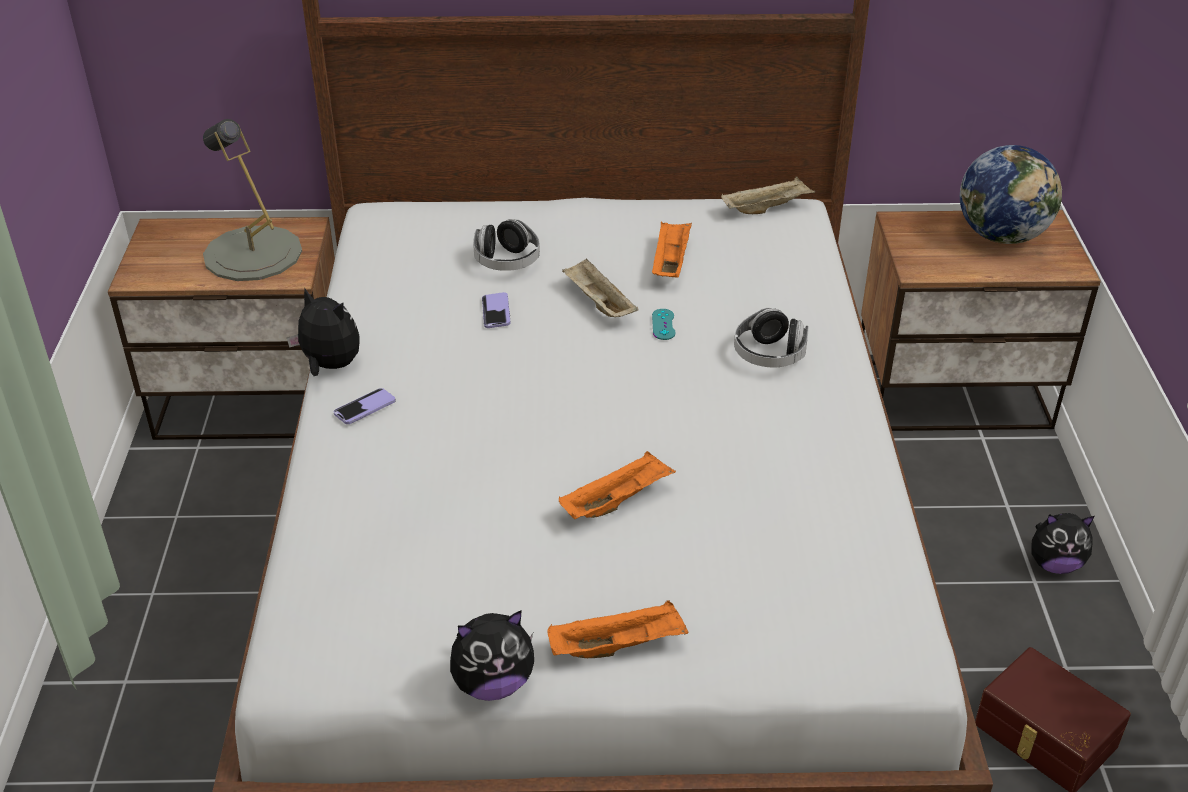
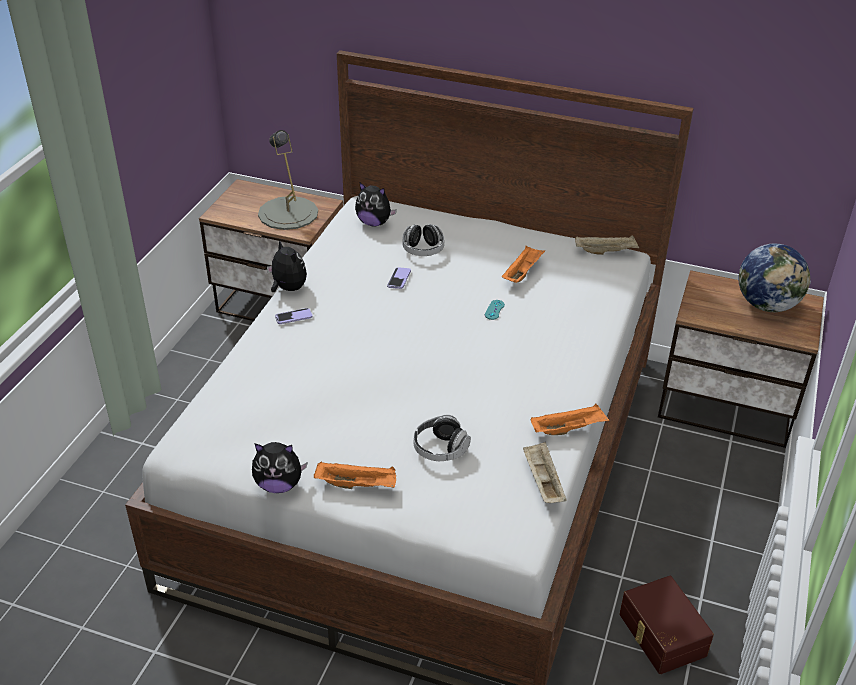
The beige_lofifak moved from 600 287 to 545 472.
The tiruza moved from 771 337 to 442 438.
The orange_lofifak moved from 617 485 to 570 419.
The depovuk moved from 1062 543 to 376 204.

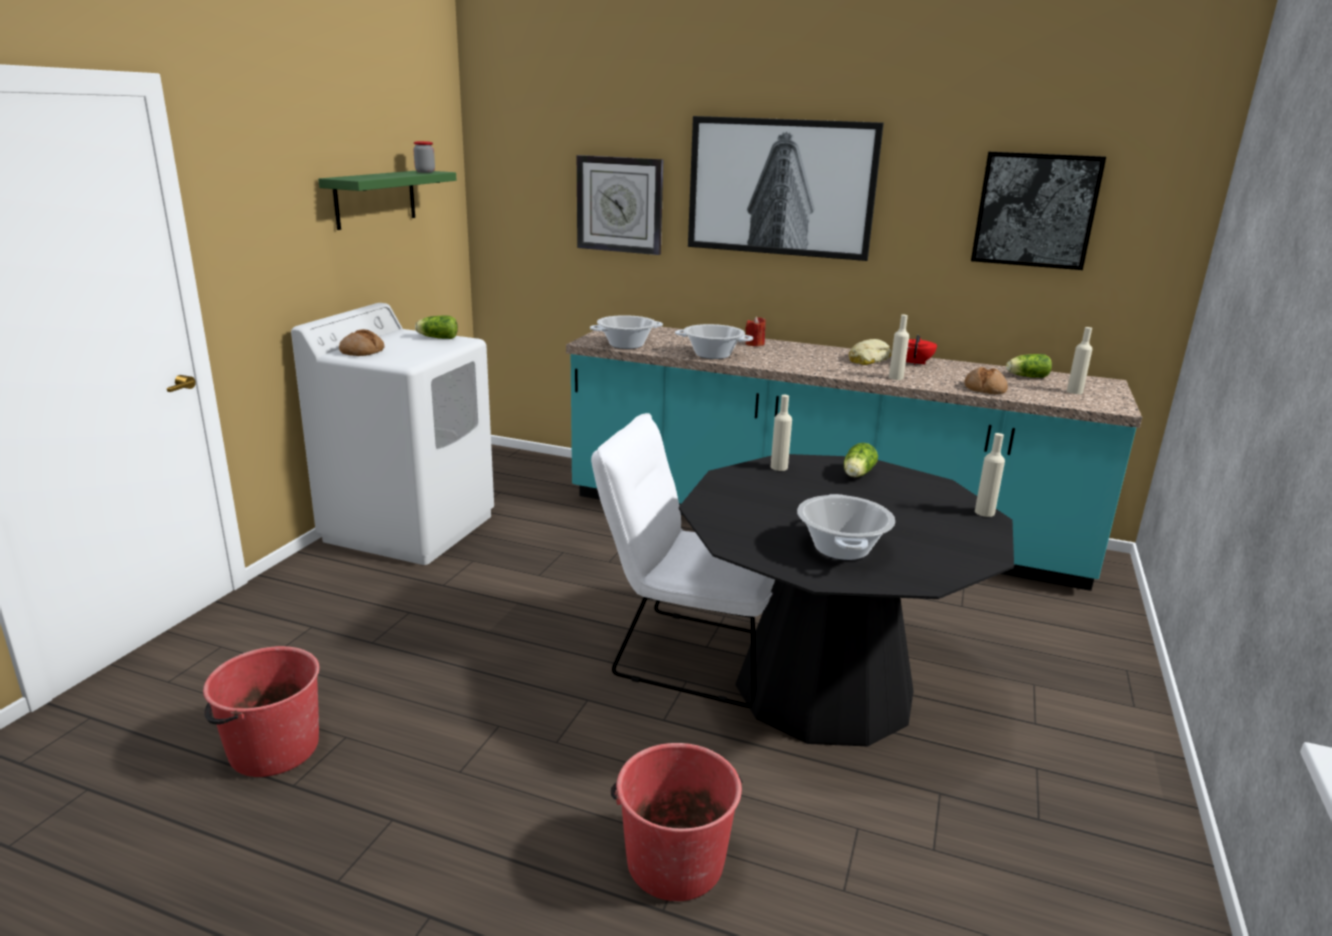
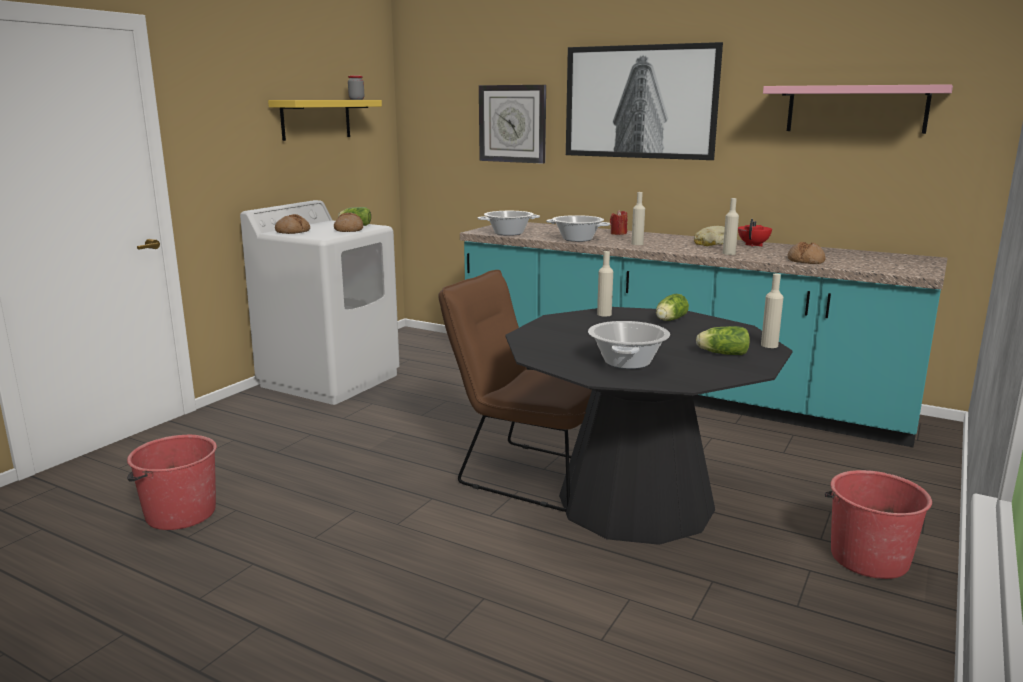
The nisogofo at 1038 211 was replaced by the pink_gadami at 858 109.
The green_gadami at 387 200 became the yellow_gadami at 325 120.
The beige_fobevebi moved from 1079 360 to 638 218.
The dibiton moved from 1029 366 to 723 340.
The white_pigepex at 683 560 became the brown_pigepex at 515 391.
The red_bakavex moved from 677 822 to 878 524.
The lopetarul at 348 222 appeared.

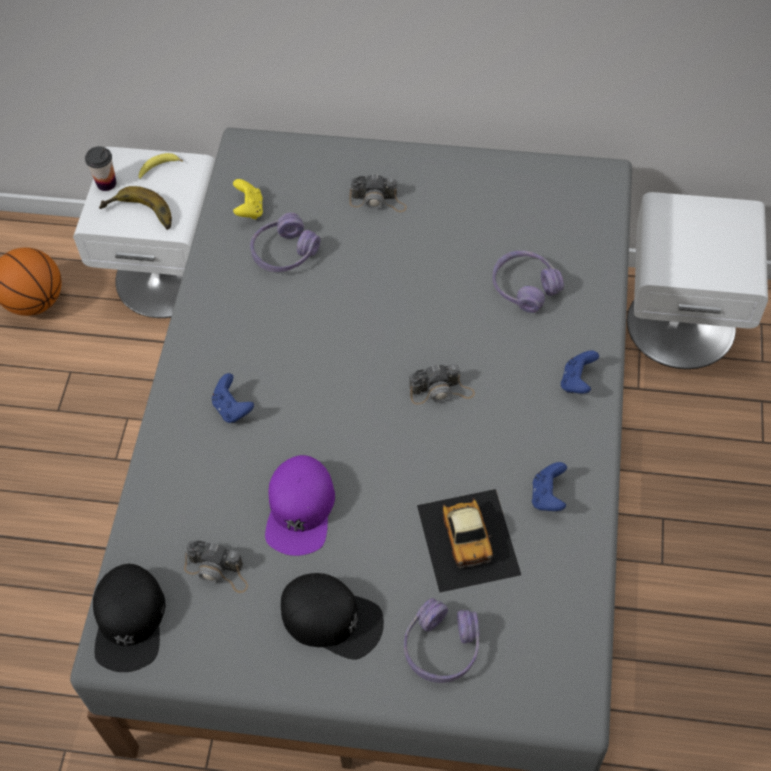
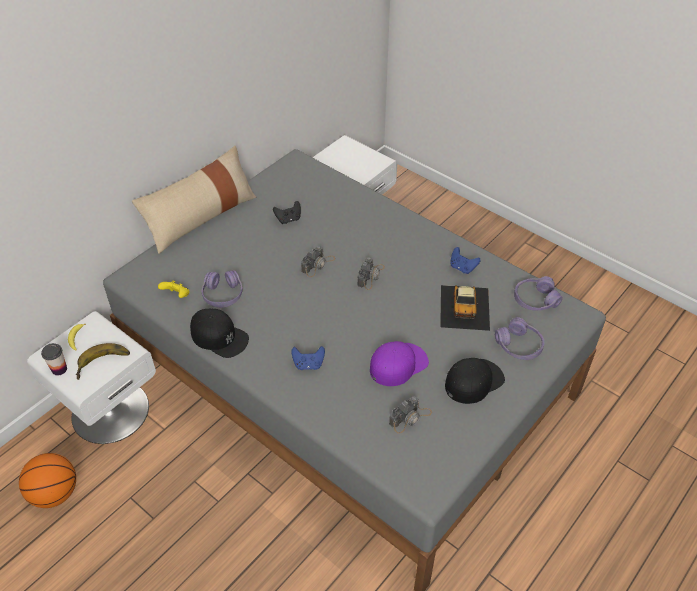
The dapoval moved from 378 193 to 318 261.
The purple_tiruza moved from 528 282 to 538 293.
The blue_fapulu at 580 372 disappeared.
The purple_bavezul at 300 505 turned 75 degrees counterclockwise.
The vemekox at 469 541 turned 75 degrees clockwise.
The black_bavezul moved from 129 618 to 219 333.
The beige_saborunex at 194 200 appeared.
The black_fapulu at 287 212 appeared.

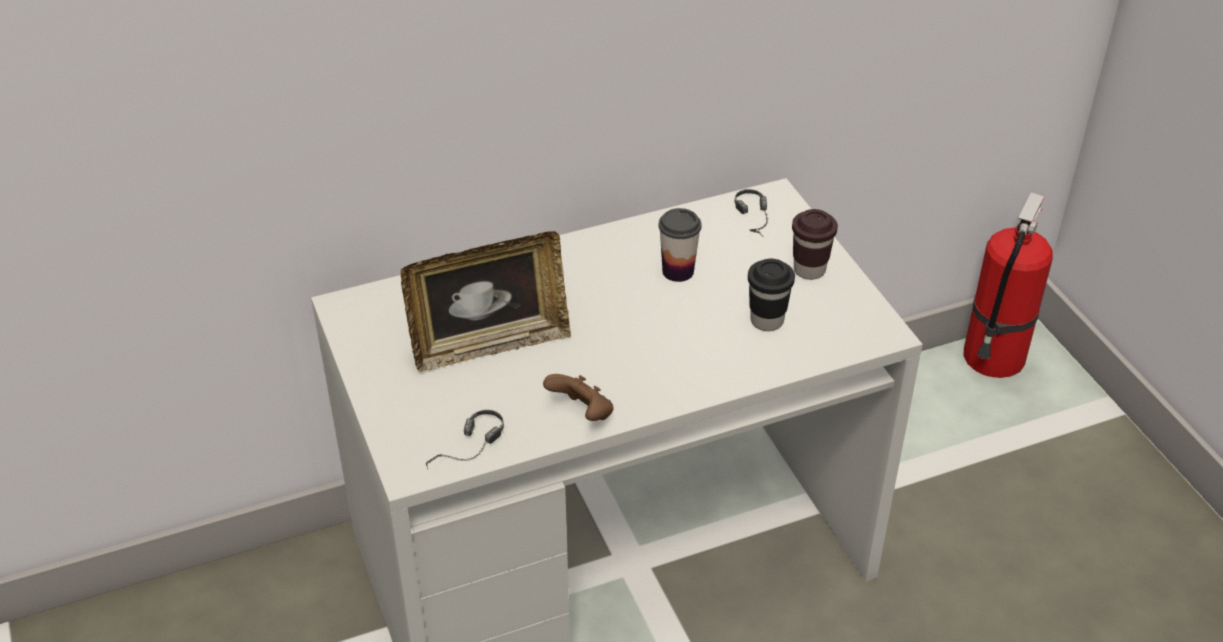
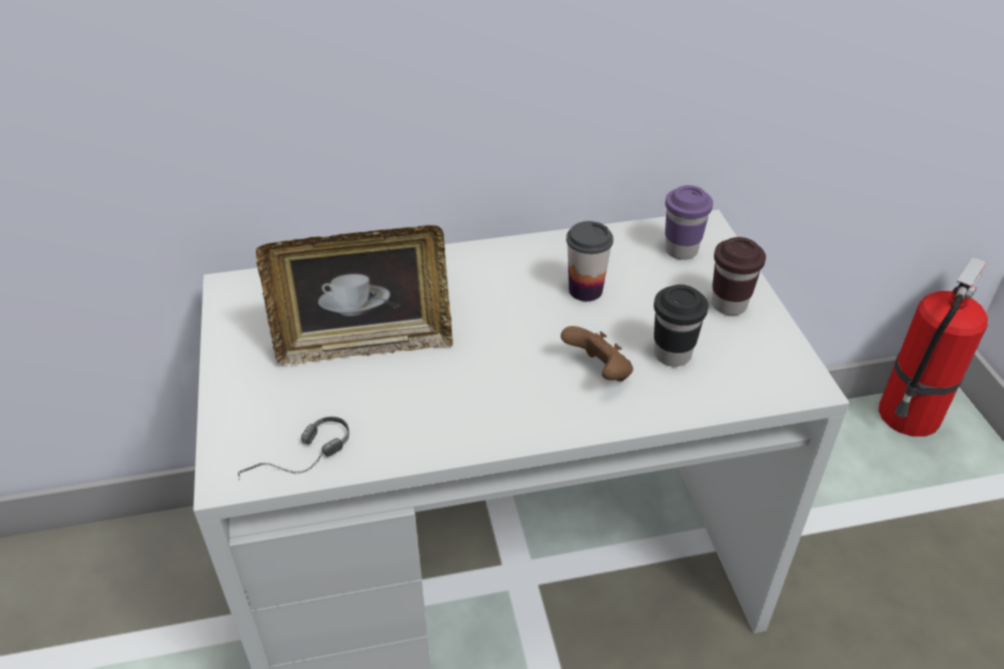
The tiruza at 751 212 was replaced by the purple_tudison at 689 222.
The brown_fapulu moved from 578 397 to 597 353.

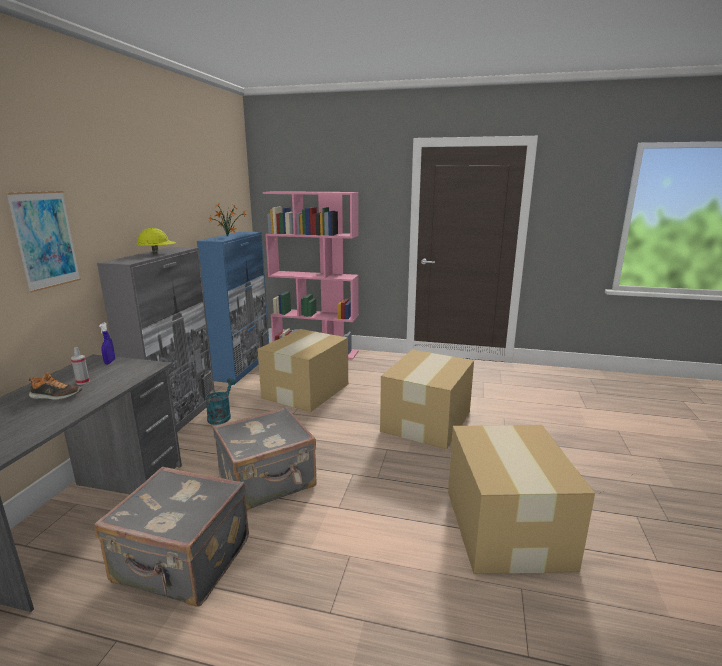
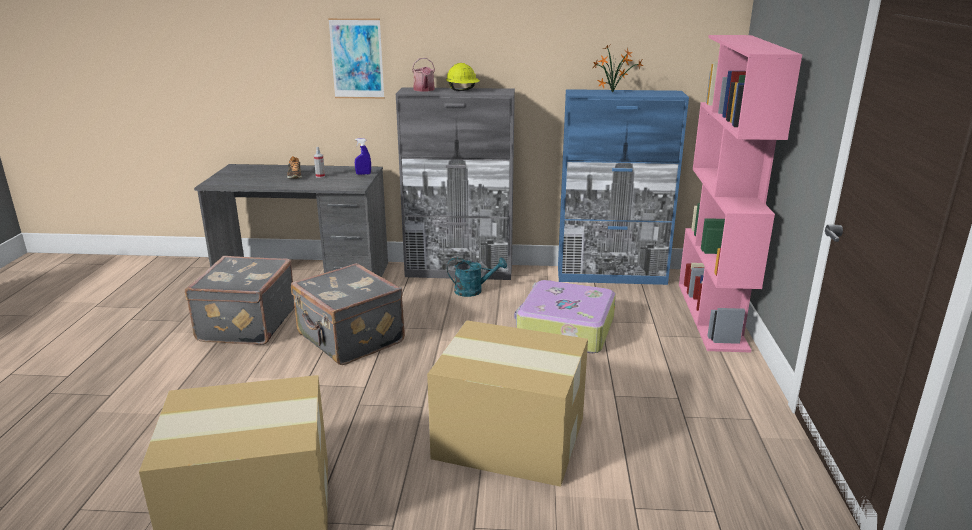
The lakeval at 303 370 was replaced by the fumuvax at 565 316.
The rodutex at 423 75 appeared.

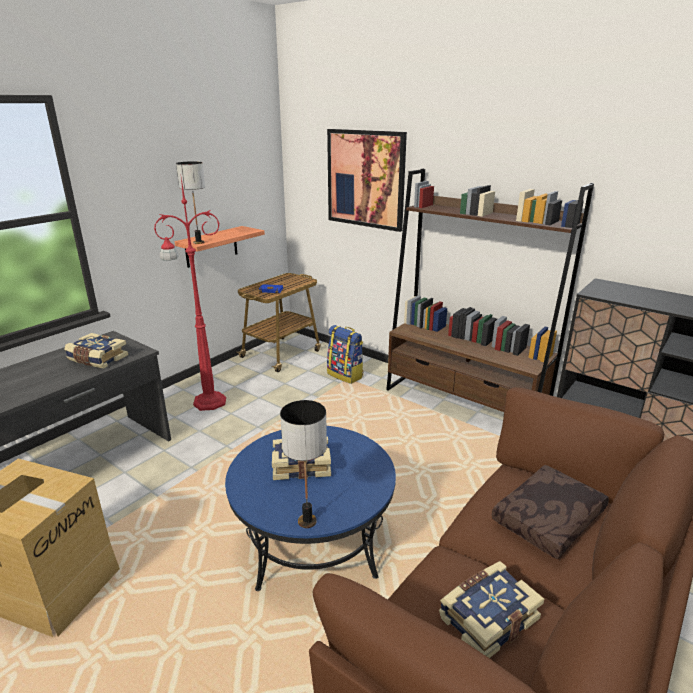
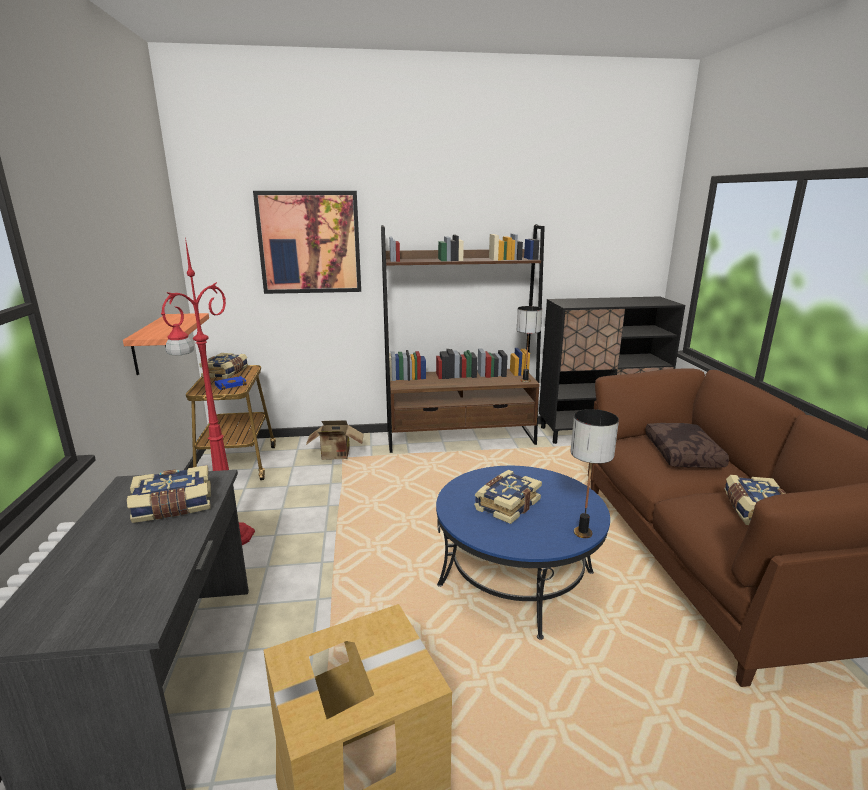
The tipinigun moved from 190 202 to 529 344.
The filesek at 345 354 was replaced by the lakeval at 334 440.
The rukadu at 223 366 appeared.

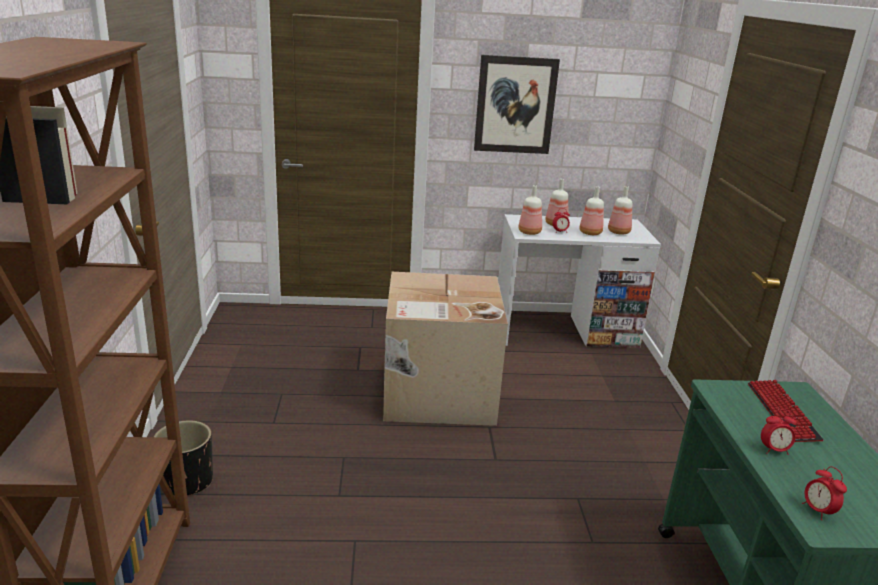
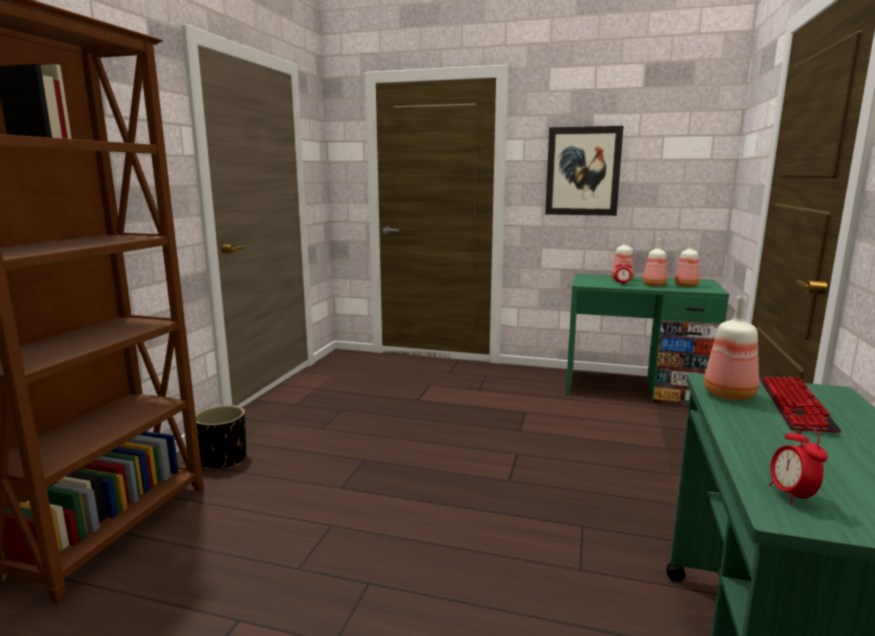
The fobevebi moved from 530 210 to 731 348.
The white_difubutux at 579 281 became the green_difubutux at 647 340.
The lakeval at 445 349 disappeared.
The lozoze at 779 432 disappeared.

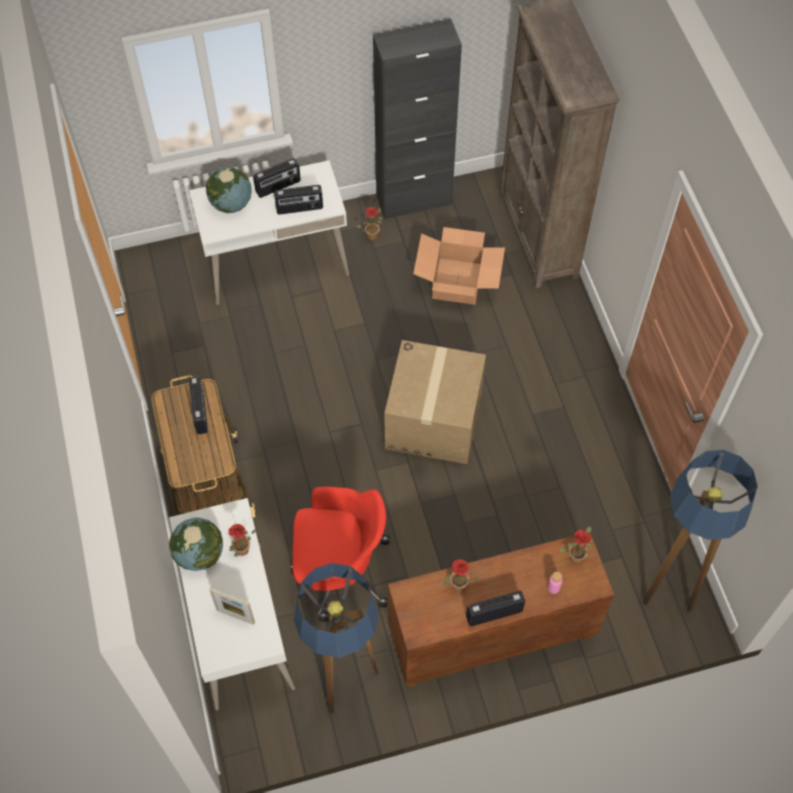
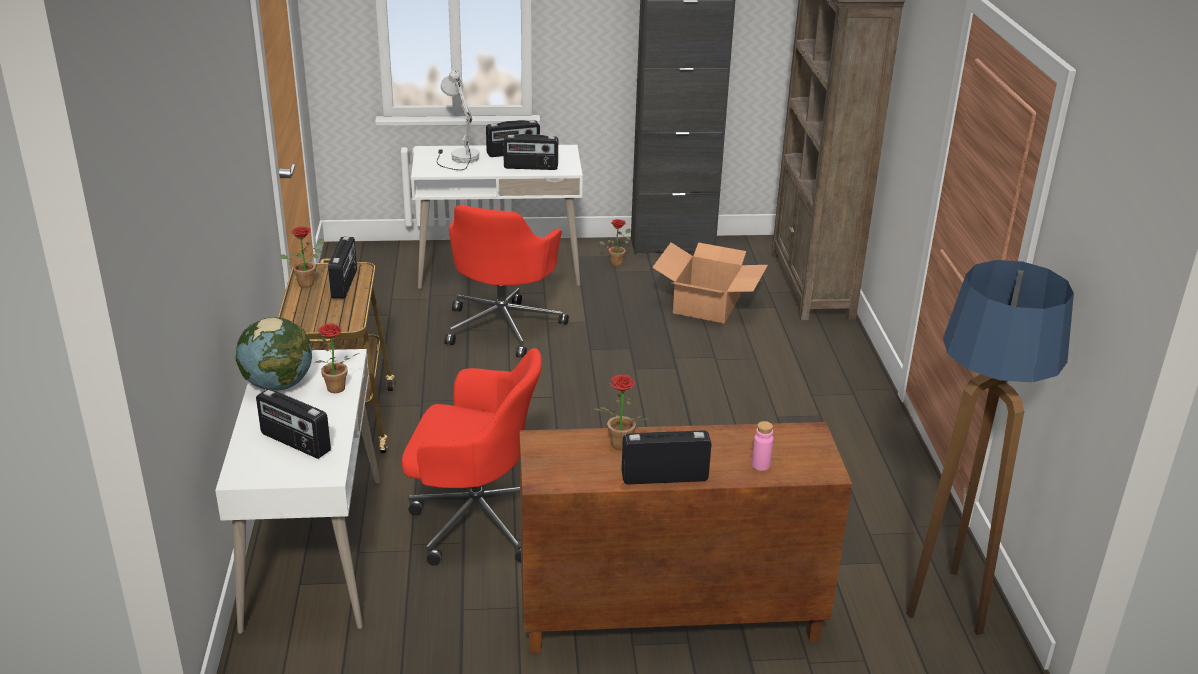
The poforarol at 229 190 was replaced by the white_tipinigun at 458 120.
The lakeval at 435 402 disappeared.
The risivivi moved from 576 545 to 302 257.
The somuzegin at 336 638 disappeared.
The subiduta at 232 606 was replaced by the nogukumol at 293 423.
The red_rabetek at 506 281 appeared.

